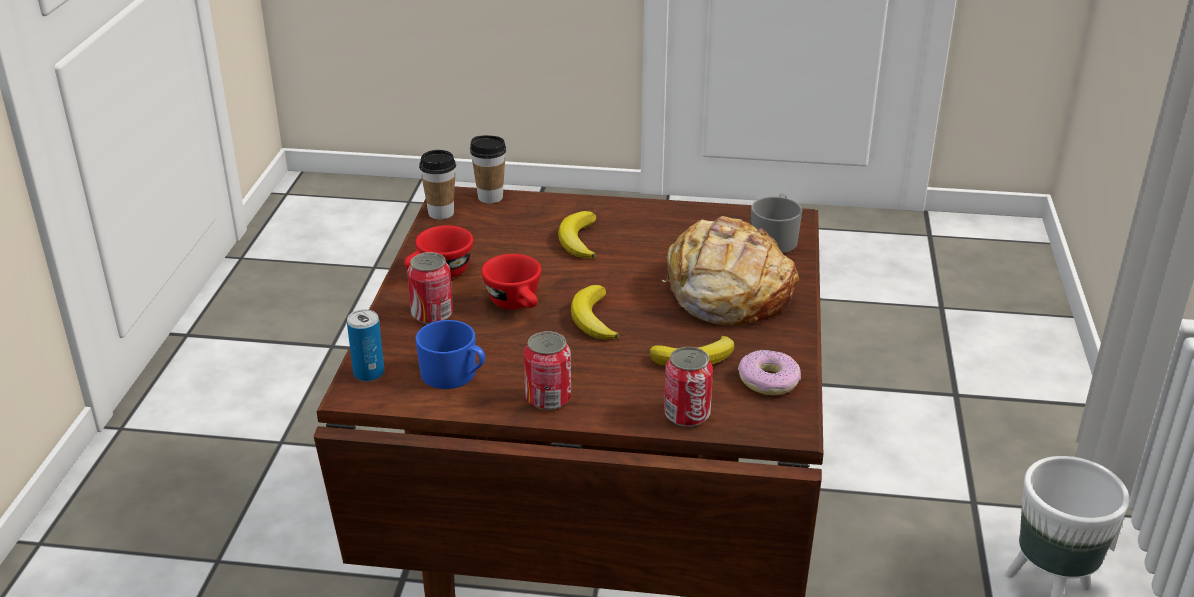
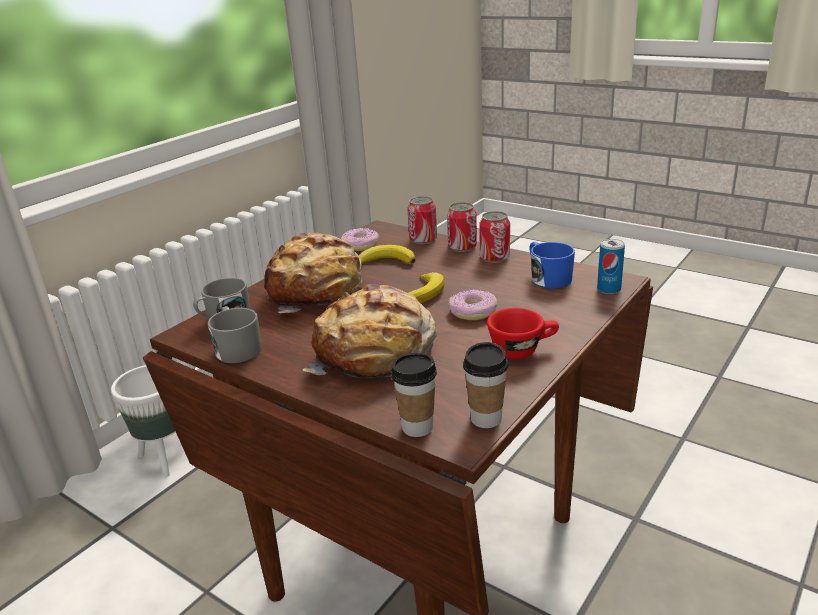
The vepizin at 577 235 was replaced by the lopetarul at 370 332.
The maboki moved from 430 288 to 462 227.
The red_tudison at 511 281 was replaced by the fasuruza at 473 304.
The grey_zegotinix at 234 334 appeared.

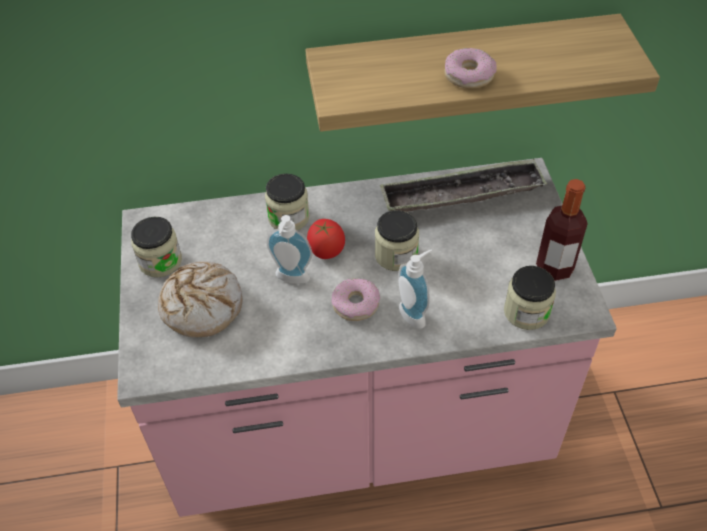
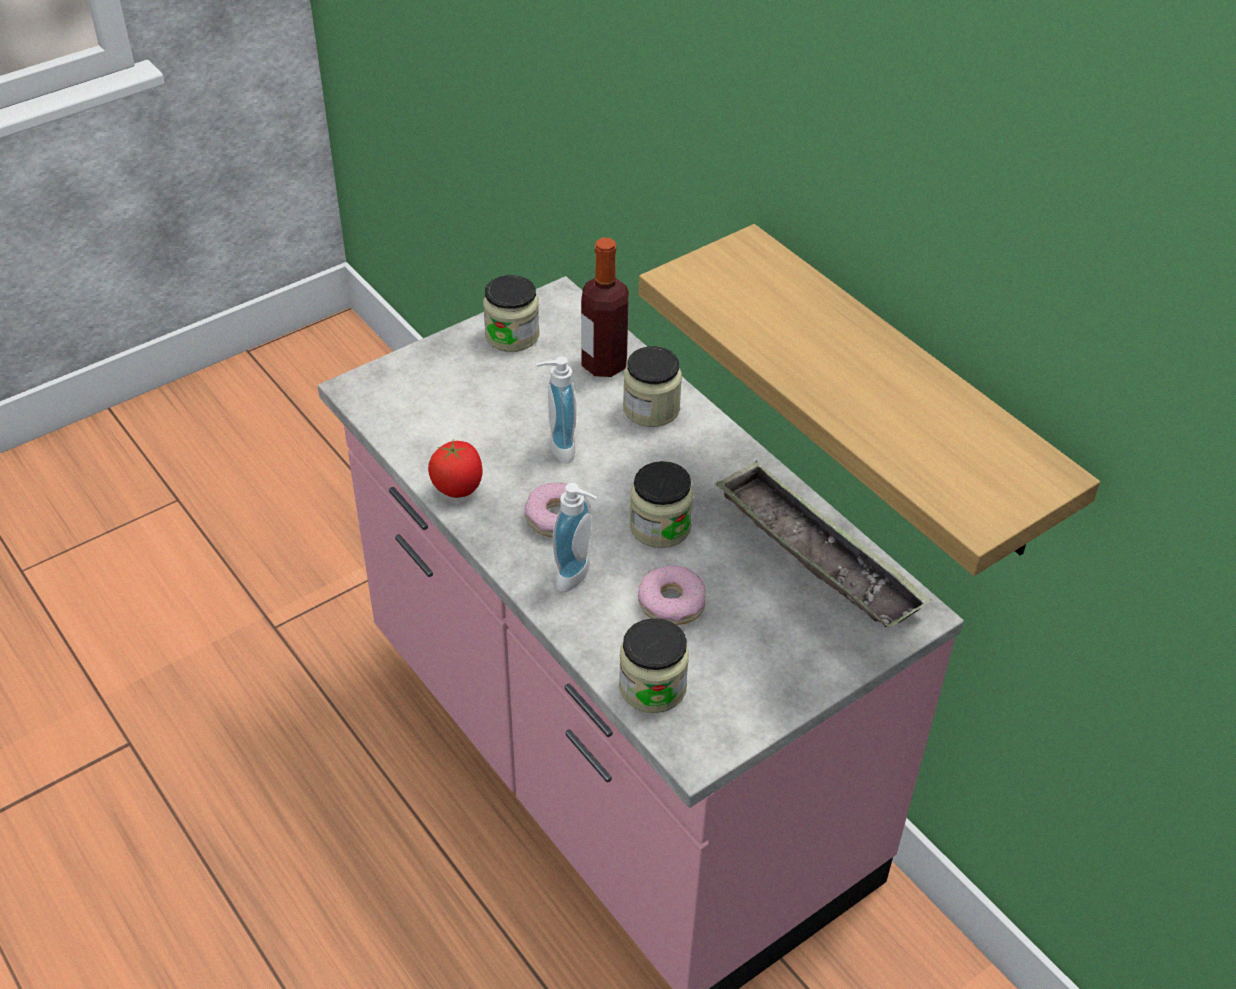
The fasuruza moved from 470 68 to 672 595.
The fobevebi moved from 562 230 to 605 307.
The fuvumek moved from 326 239 to 455 468.
The lopetarul at 200 299 disappeared.

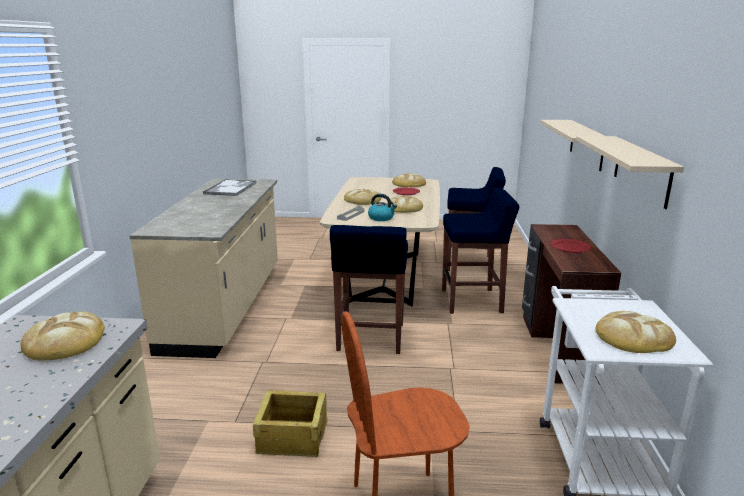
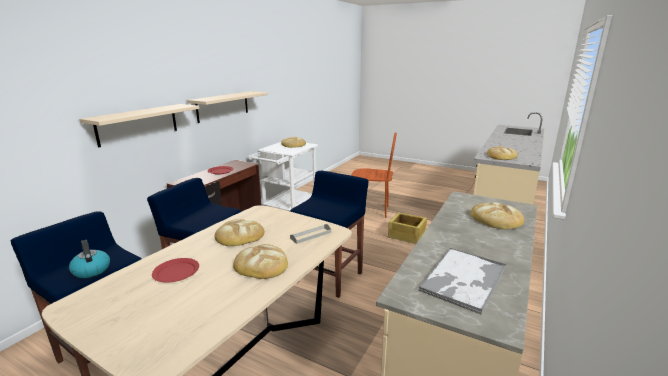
The lopetarul moved from 409 180 to 497 215.
The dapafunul moved from 382 207 to 89 259.

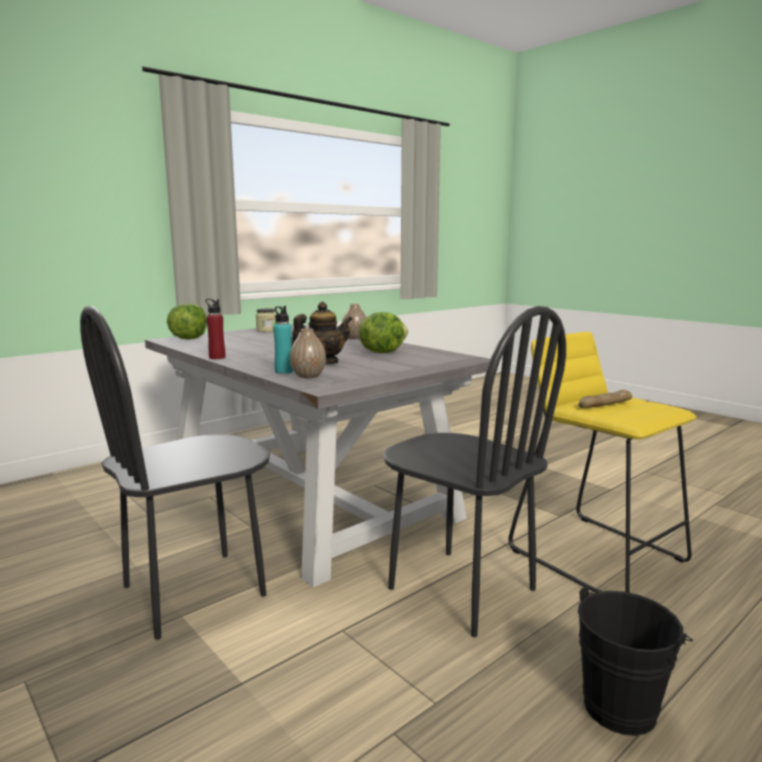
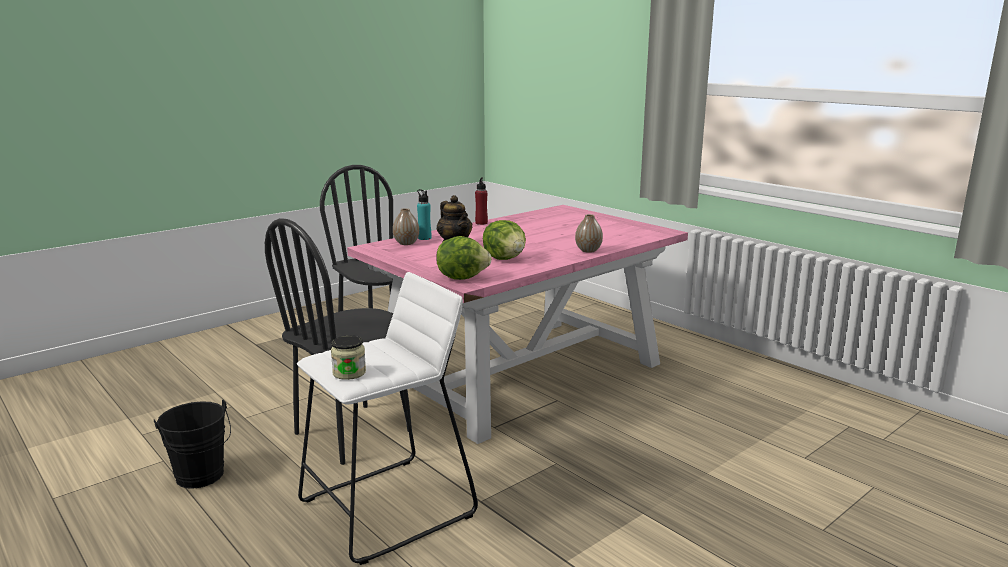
The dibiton moved from 187 321 to 464 258.
The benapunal moved from 266 320 to 348 357.
The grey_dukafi at 321 456 became the pink_dukafi at 517 324.
The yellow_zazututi at 602 462 became the white_zazututi at 387 418.
The lopetarul at 605 399 disappeared.

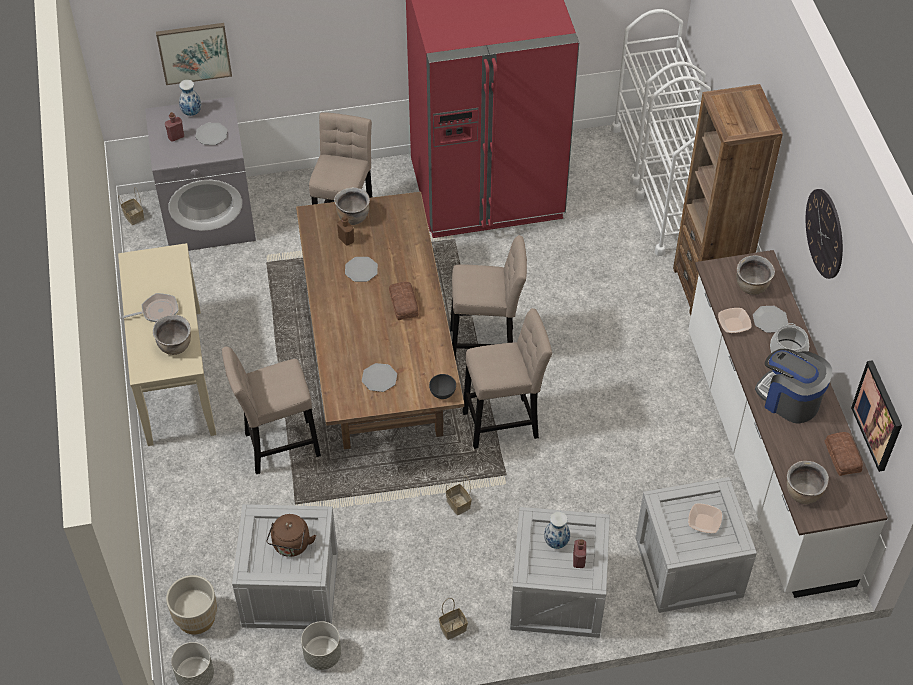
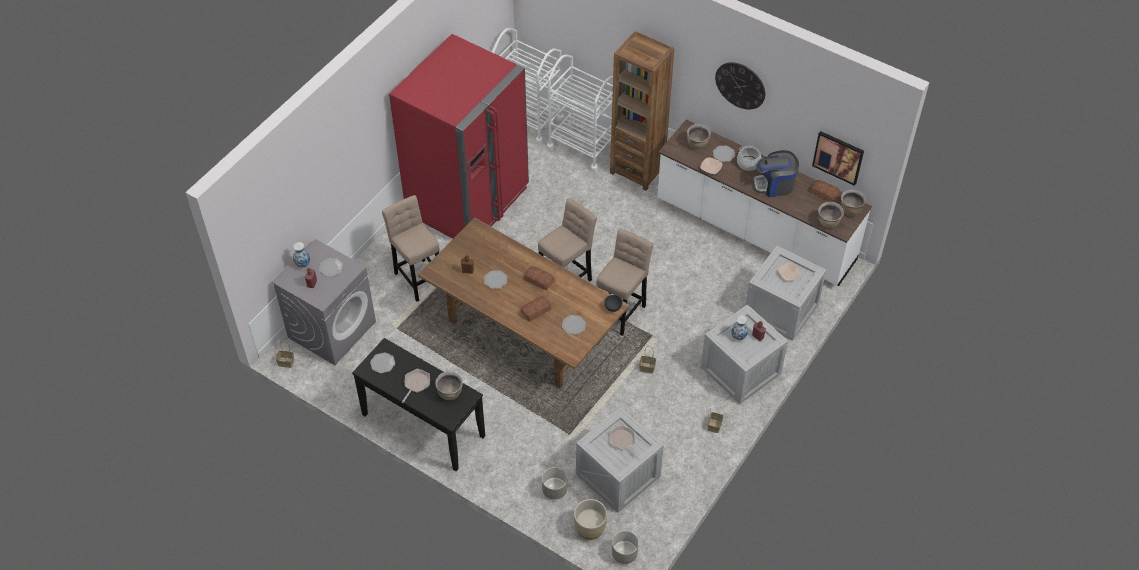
The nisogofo at 194 54 disappeared.
The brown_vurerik moved from 352 206 to 853 203.
The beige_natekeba at 167 344 became the black_natekeba at 418 404.
The beige_zazututi at 271 410 disappeared.
The brown_dapafunul at 291 535 was replaced by the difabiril at 624 442.
The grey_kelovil moved from 321 645 to 554 483.
The lopetarul at 536 309 appeared.
The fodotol at 382 362 appeared.

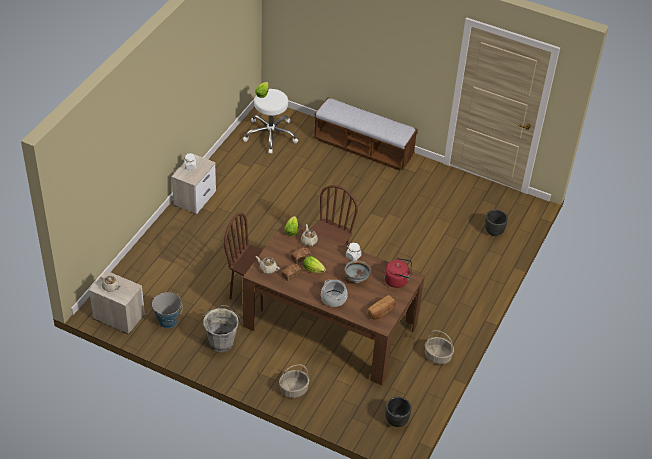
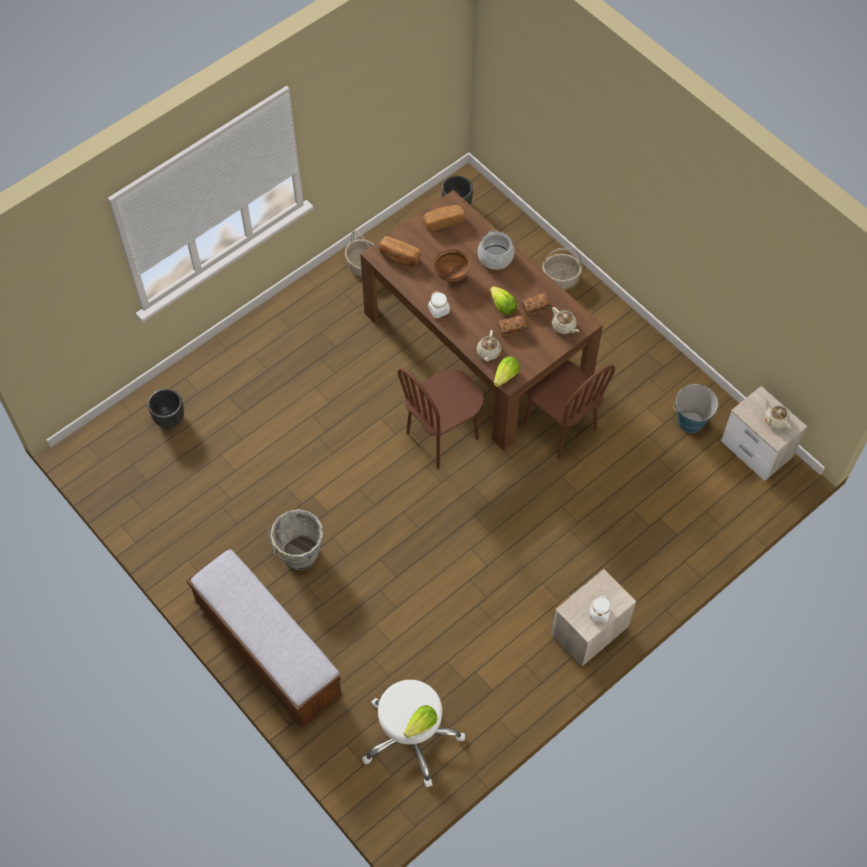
The red_dapafunul at 398 273 was replaced by the lopetarul at 400 251.
The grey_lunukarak at 358 271 became the brown_lunukarak at 452 265.
The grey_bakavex moved from 222 329 to 295 539.

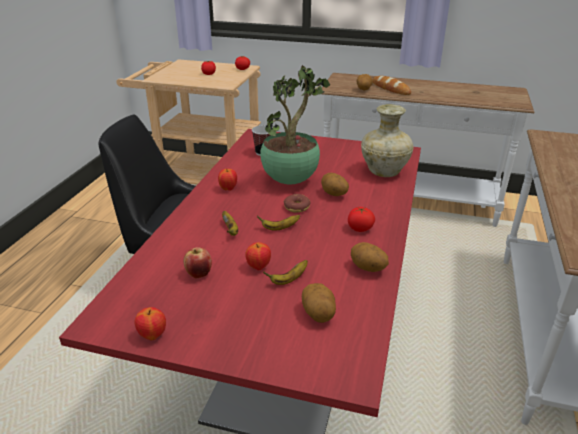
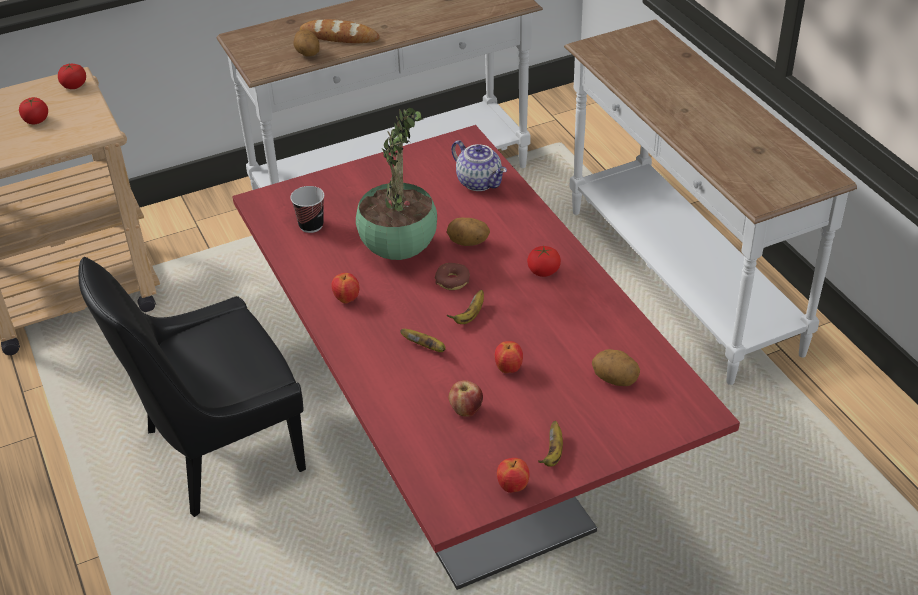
The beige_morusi at 387 140 was replaced by the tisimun at 479 165.
The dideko at 370 257 disappeared.
The vepizin moved from 285 272 to 550 444.

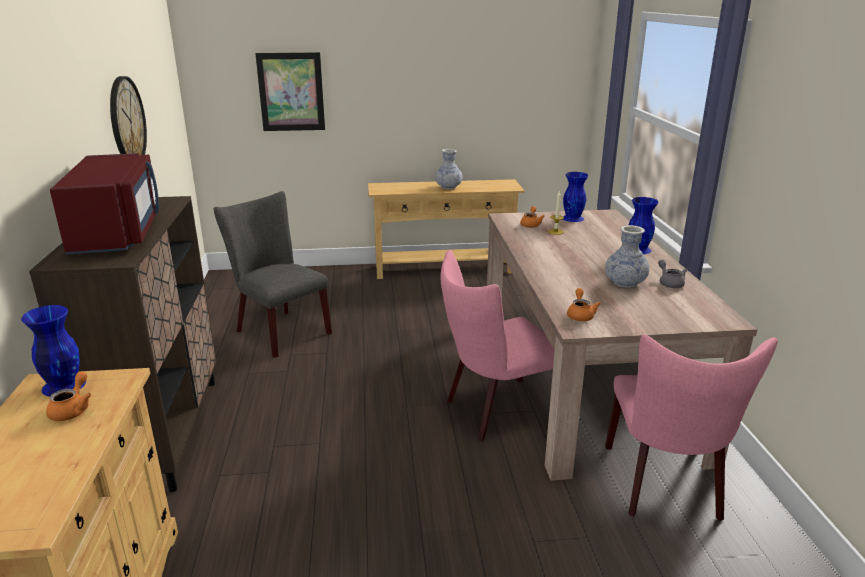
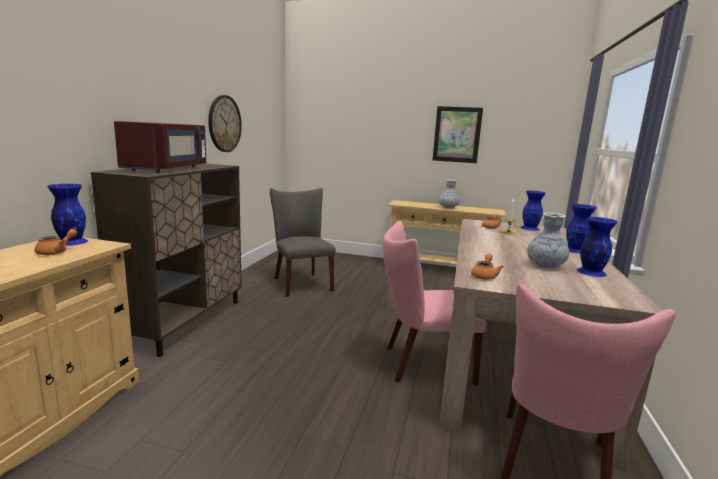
The nisogofo moved from 290 91 to 458 134.
The grey_tisimun at 672 273 was replaced by the blue_morusi at 597 247.

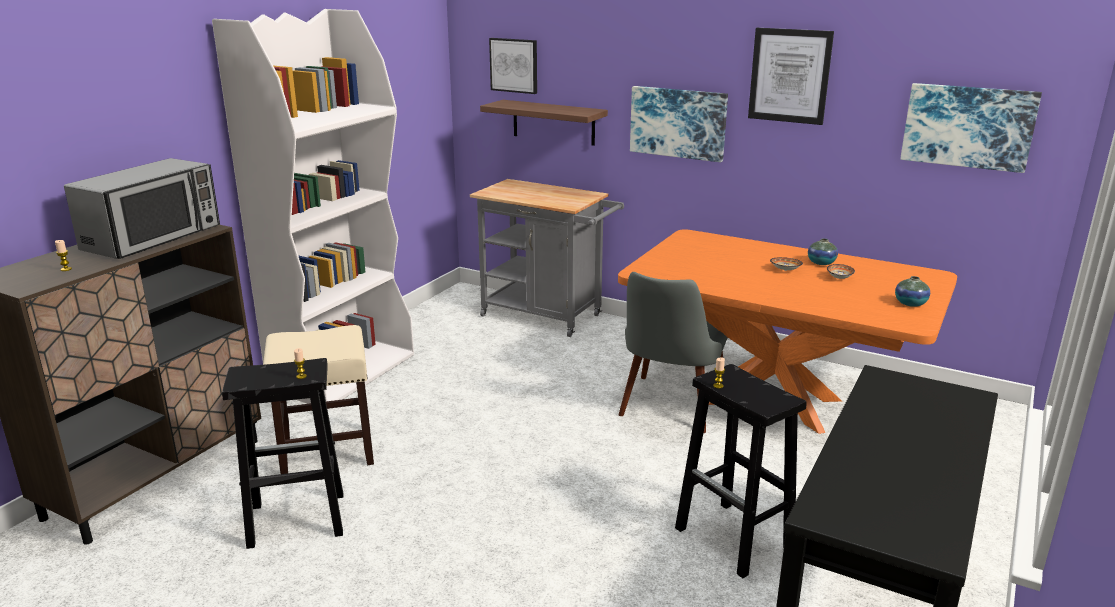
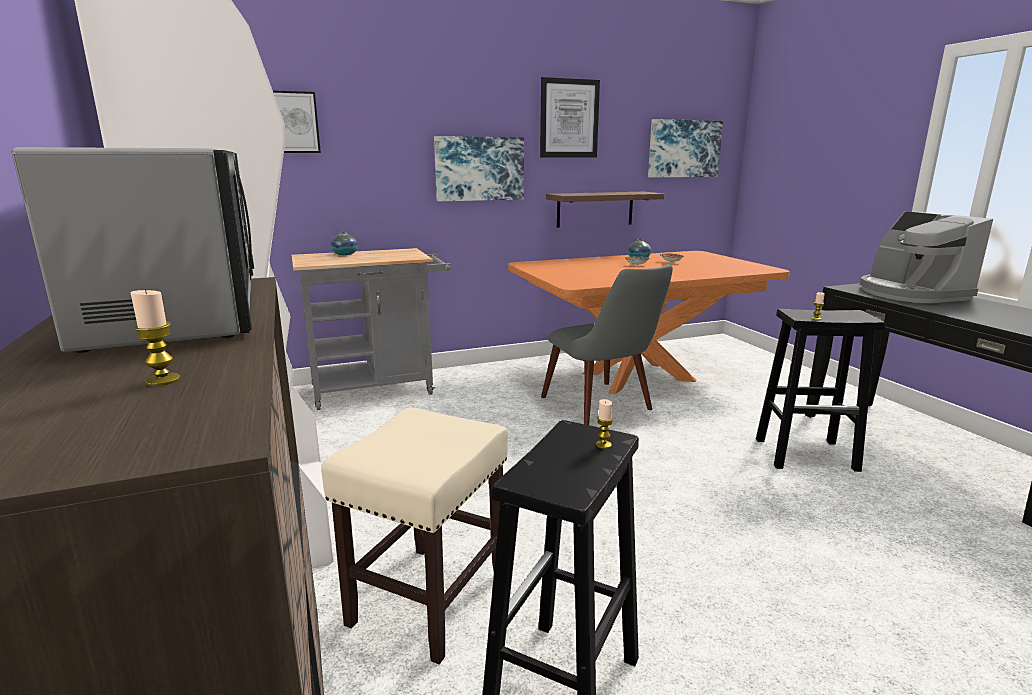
The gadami moved from 544 123 to 605 210.
The morusi moved from 912 291 to 344 243.
The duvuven at 926 257 appeared.

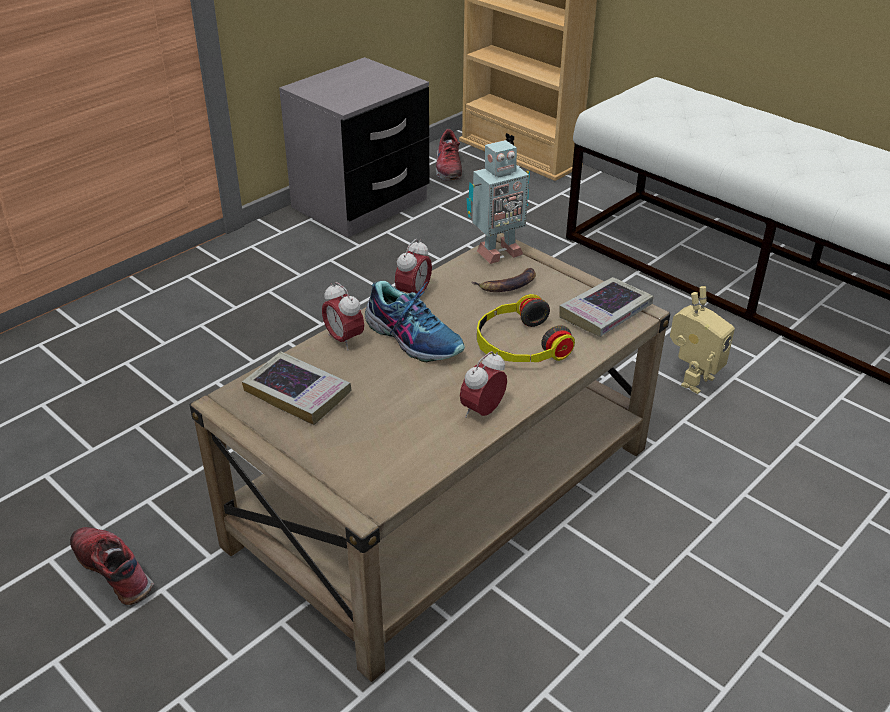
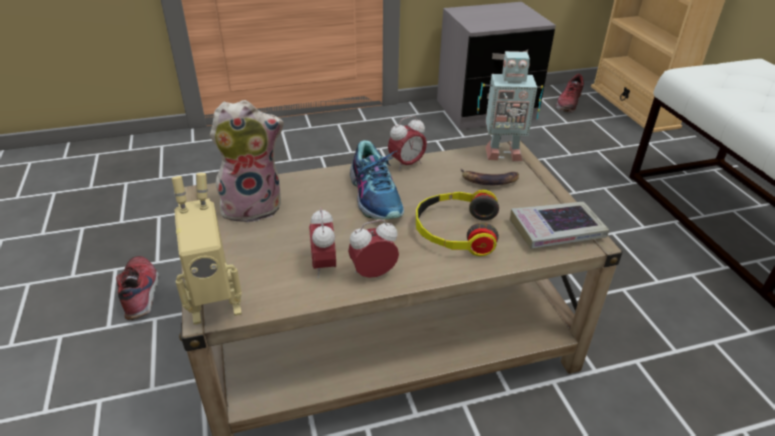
The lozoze moved from 343 316 to 322 243.
The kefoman moved from 702 340 to 207 249.
The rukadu at 297 388 was replaced by the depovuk at 247 162.

